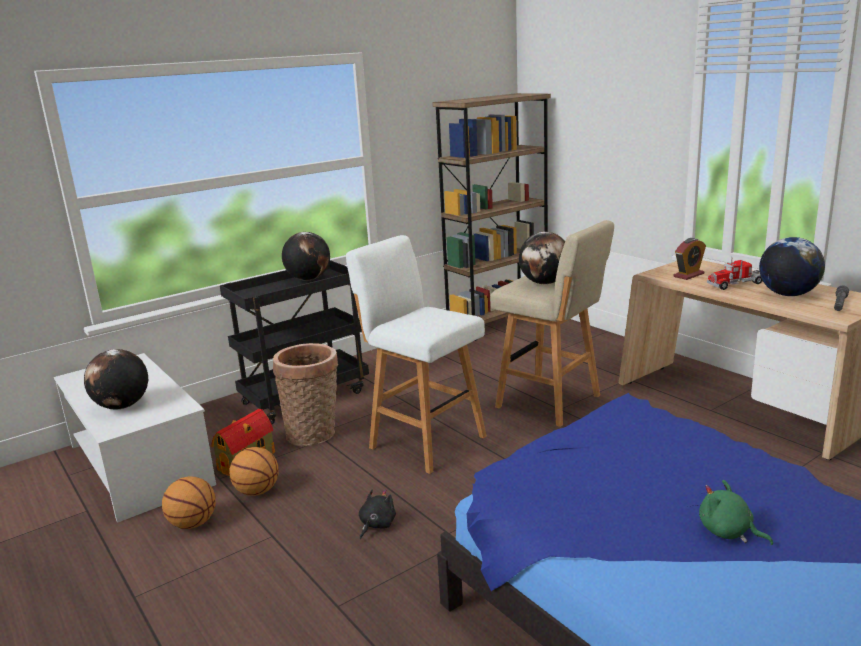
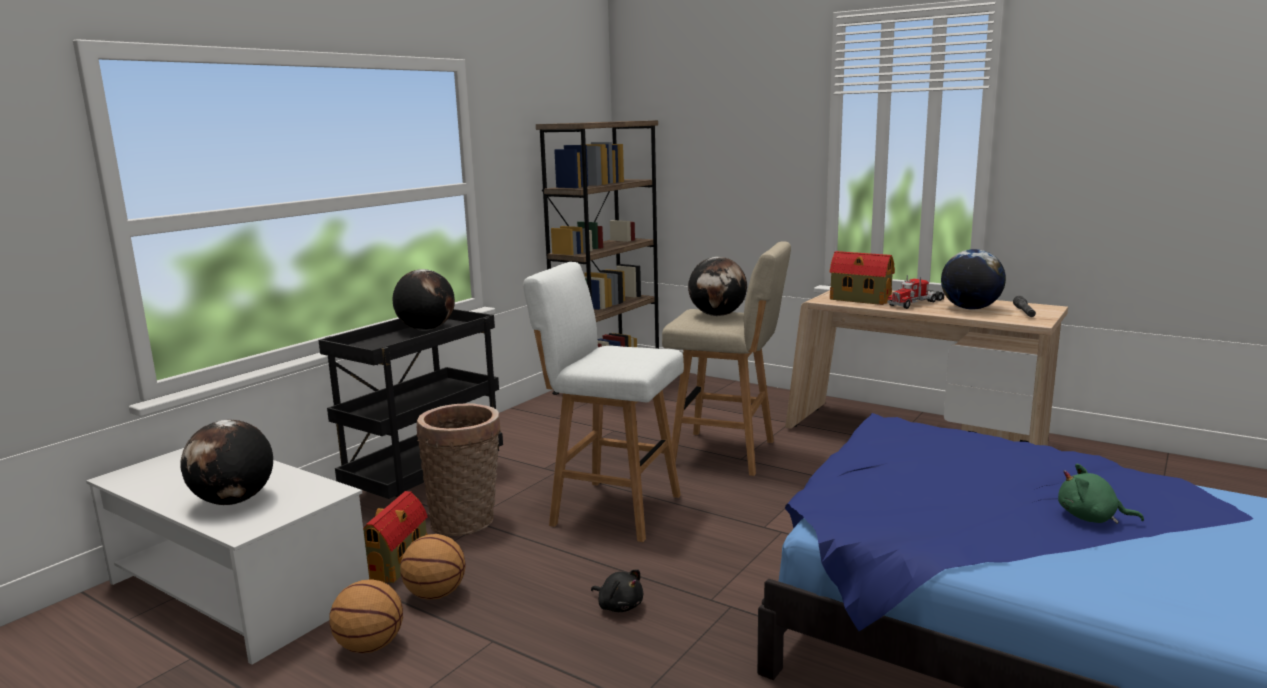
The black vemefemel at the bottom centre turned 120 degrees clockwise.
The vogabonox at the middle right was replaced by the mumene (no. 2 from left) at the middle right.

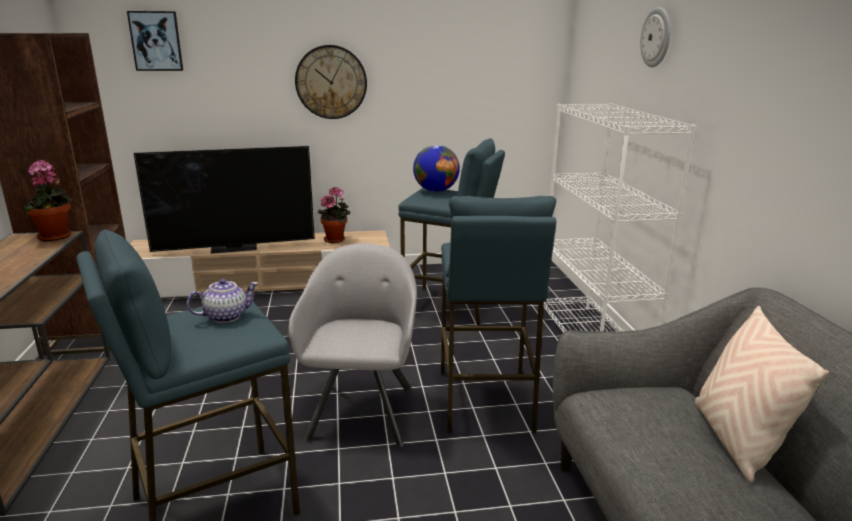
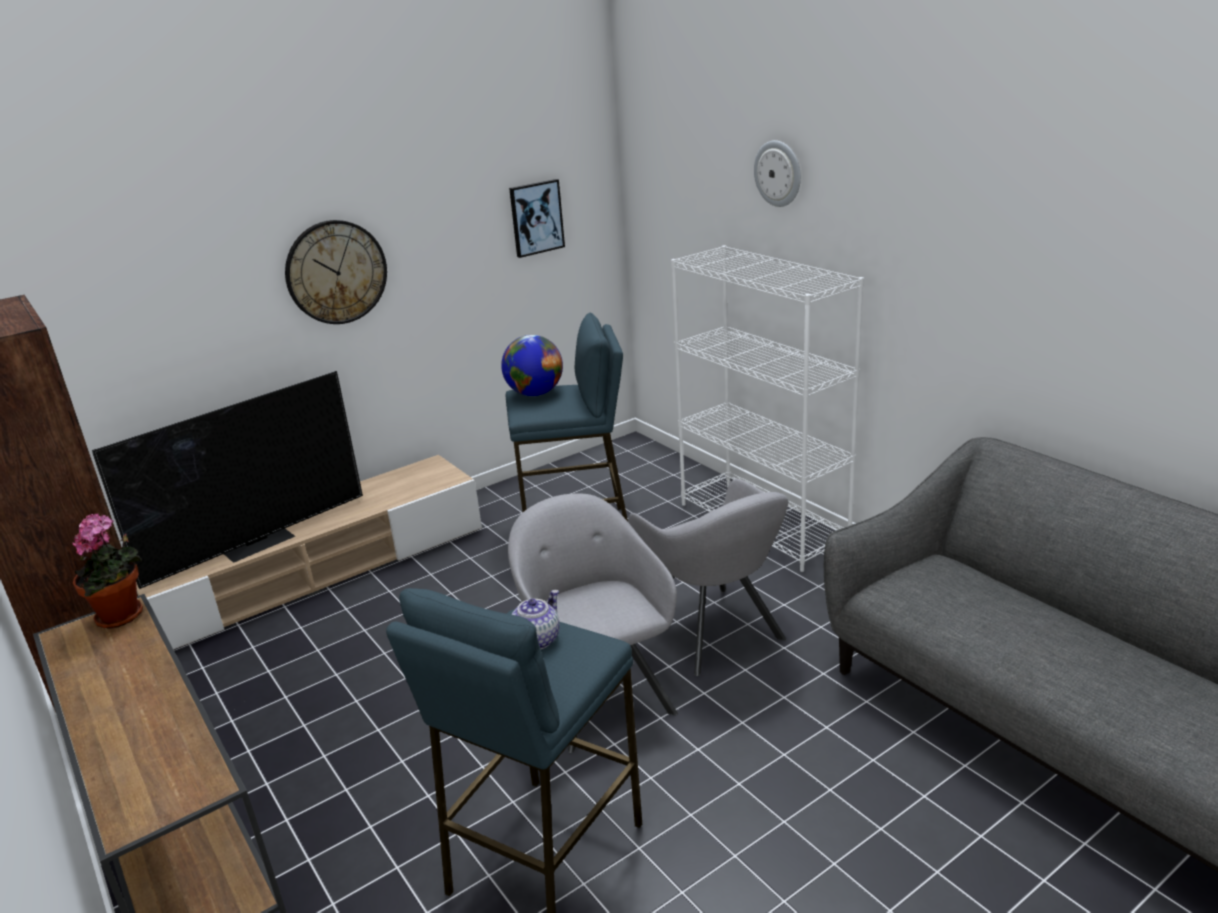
The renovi moved from the top left to the top centre.
The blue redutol (no. 3 from left) at the centre was replaced by the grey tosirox (no. 2 from left) at the centre.
The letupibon (no. 2 from left) at the centre disappeared.
The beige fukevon at the bottom right disappeared.

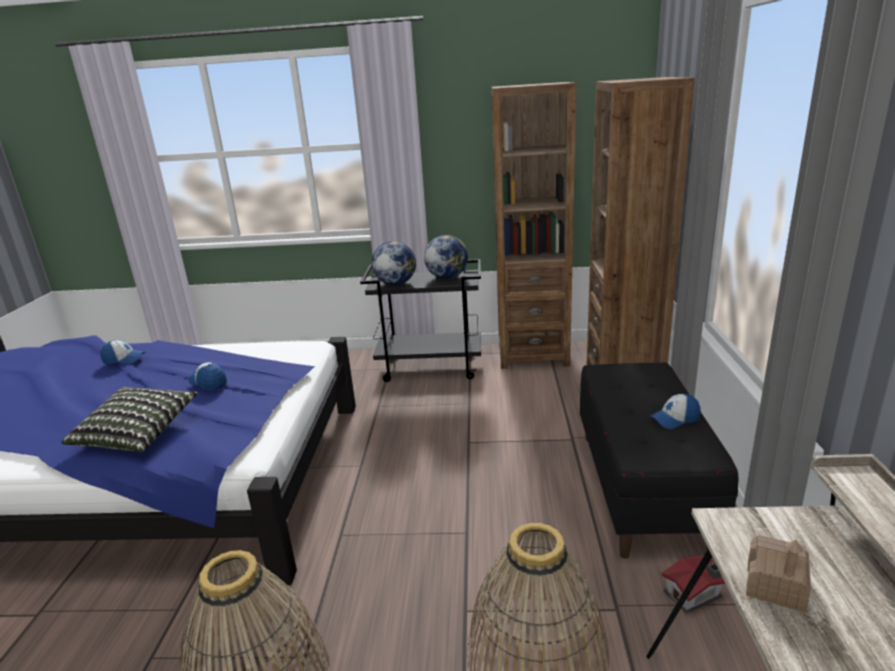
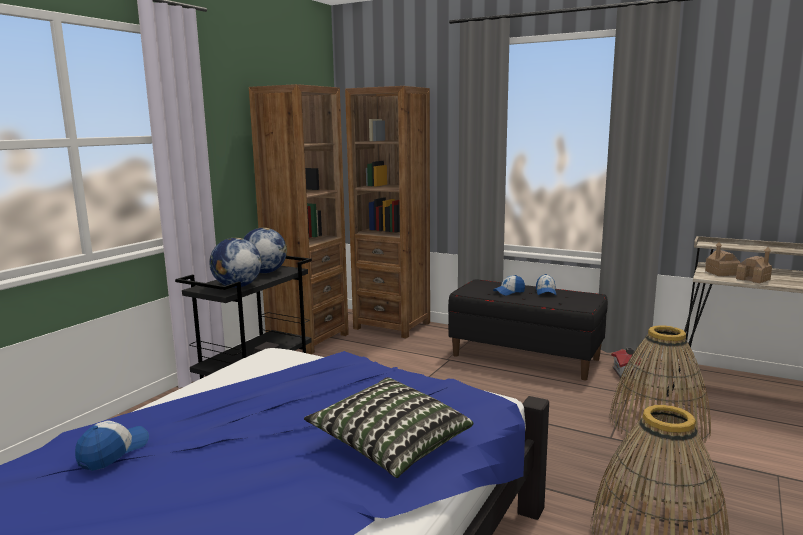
The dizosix (no. 2 from left) moved from the middle left to the centre.
The mumene (no. 2 from left) at the middle right appeared.

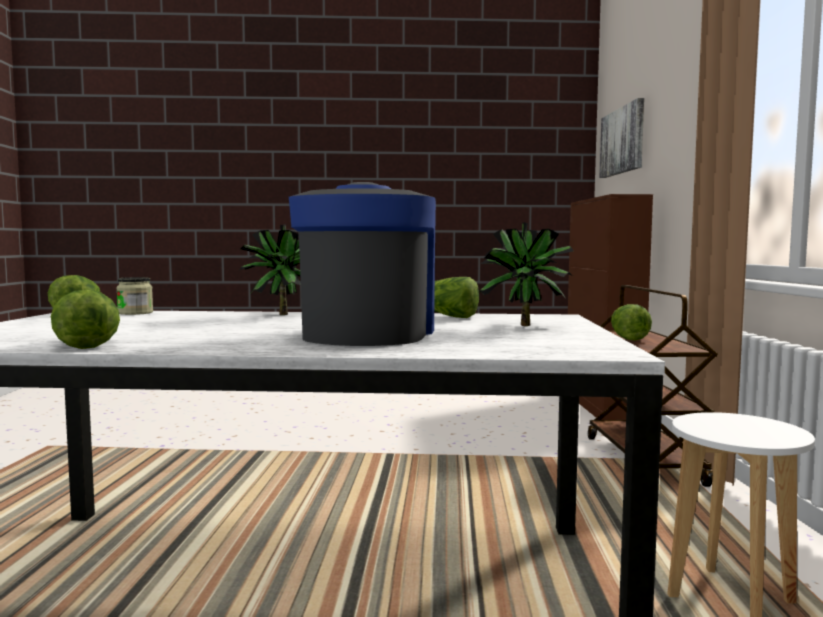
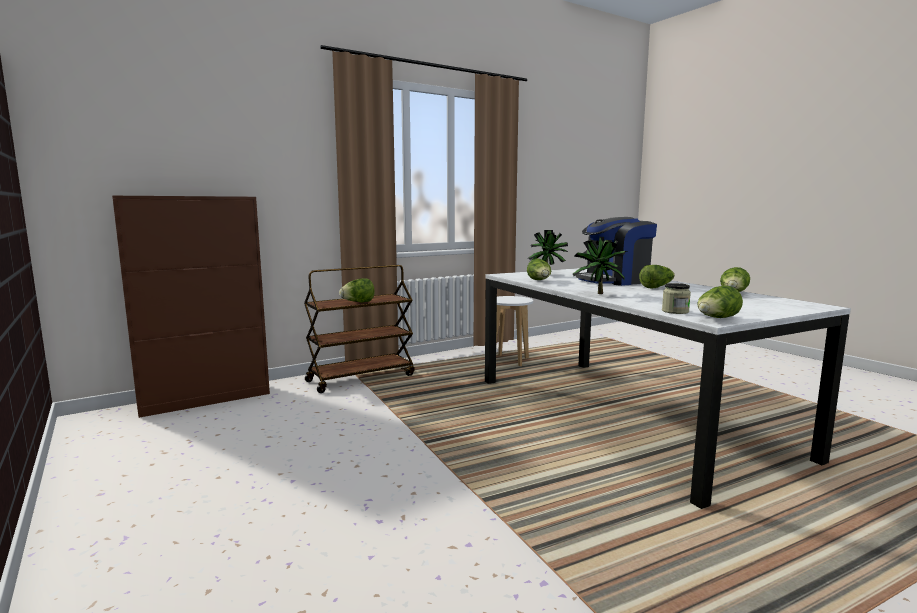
The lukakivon (no. 3 from left) at the middle right appeared.
The renovi at the top right disappeared.

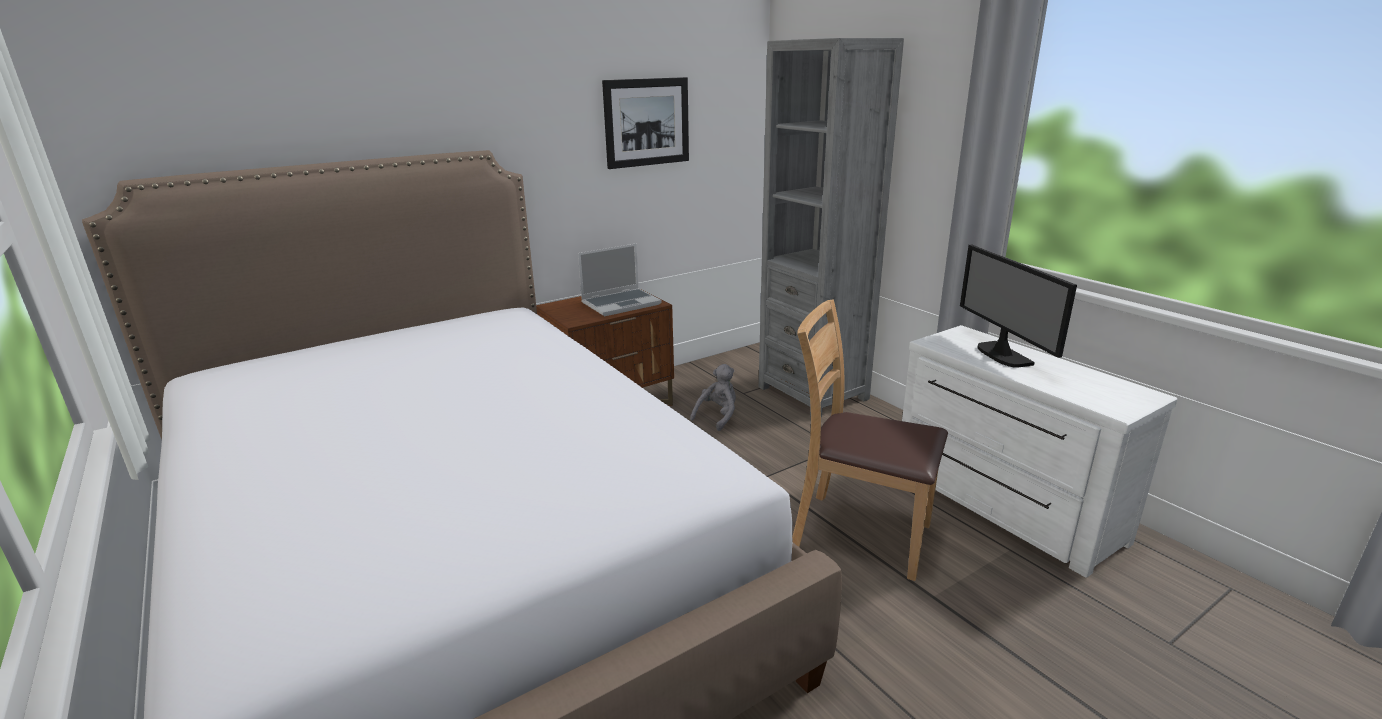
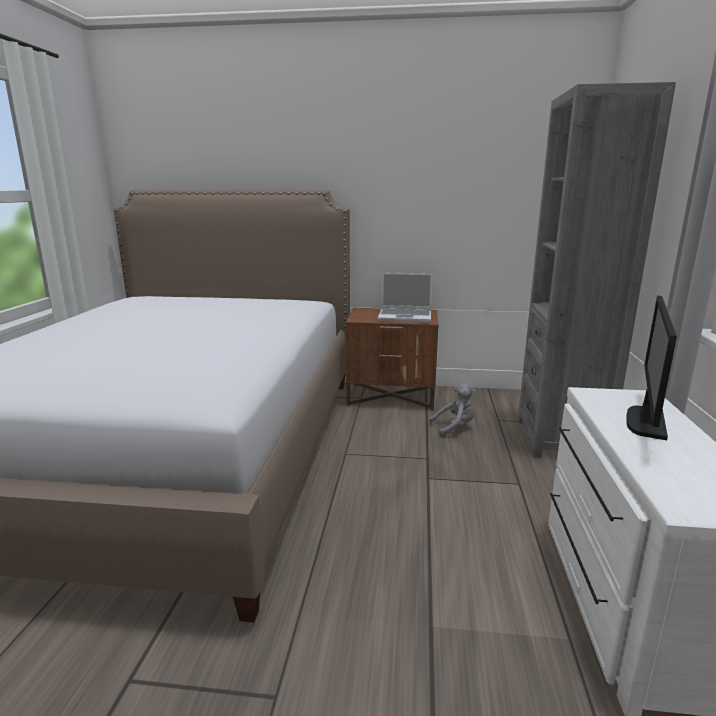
The renovi at the top centre disappeared.
The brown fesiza at the centre disappeared.

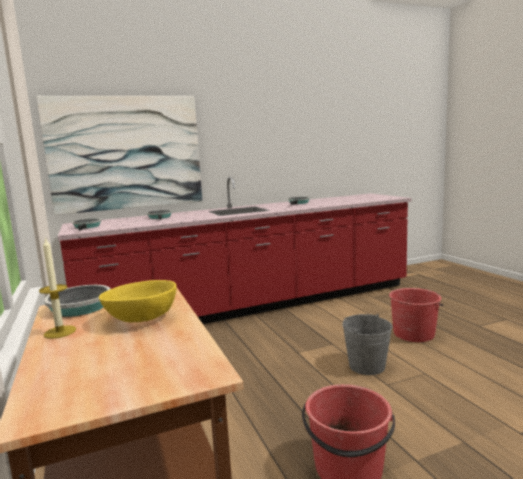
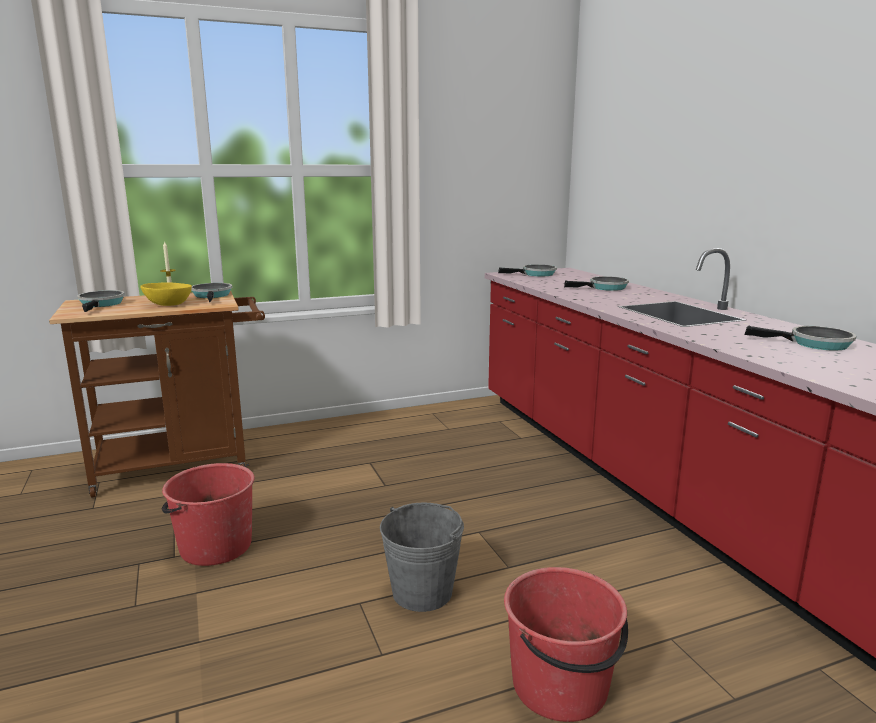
The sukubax (no. 1 from left) at the middle left appeared.
The renovi at the top left disappeared.

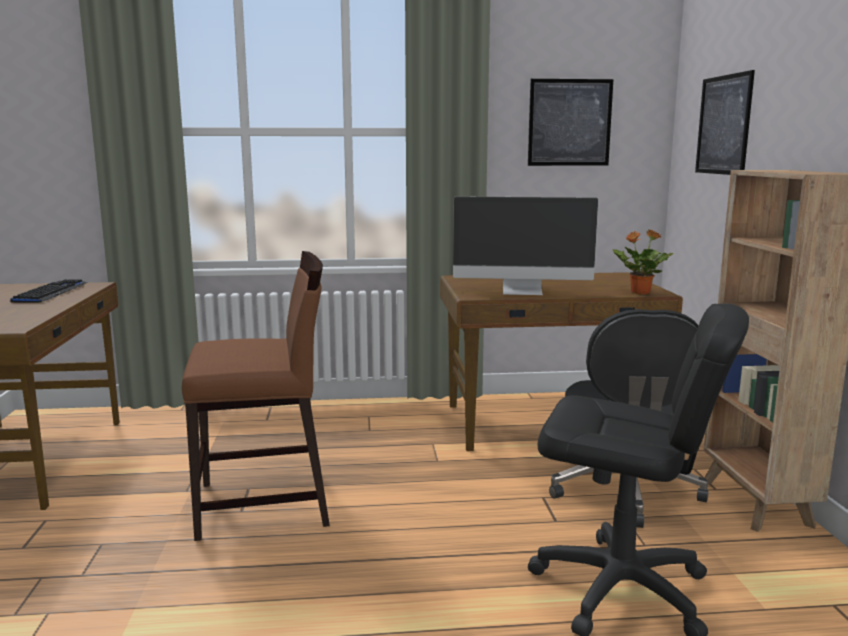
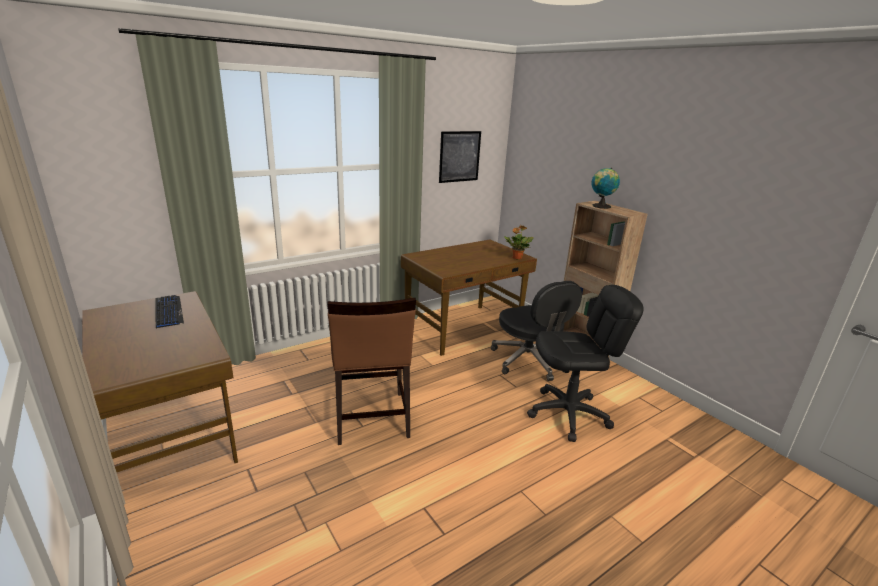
The brown fesiza at the middle left turned 120 degrees clockwise.
The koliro at the top right appeared.
The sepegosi at the centre disappeared.
The renovi (no. 2 from left) at the top right disappeared.

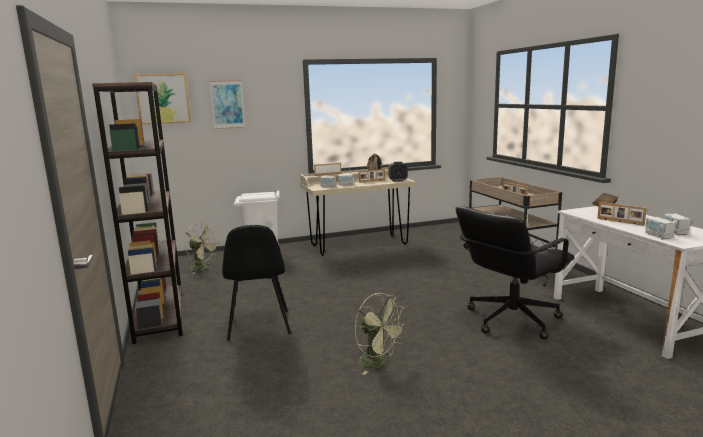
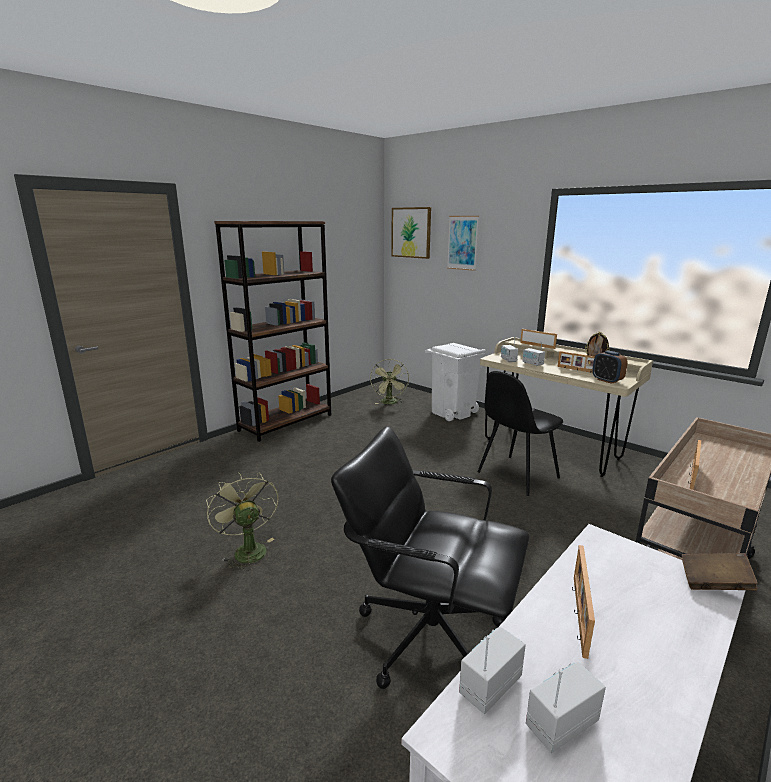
The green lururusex (no. 2 from left in the first image) at the bottom centre turned 135 degrees clockwise.
The black fesiza moved from the centre to the middle right.

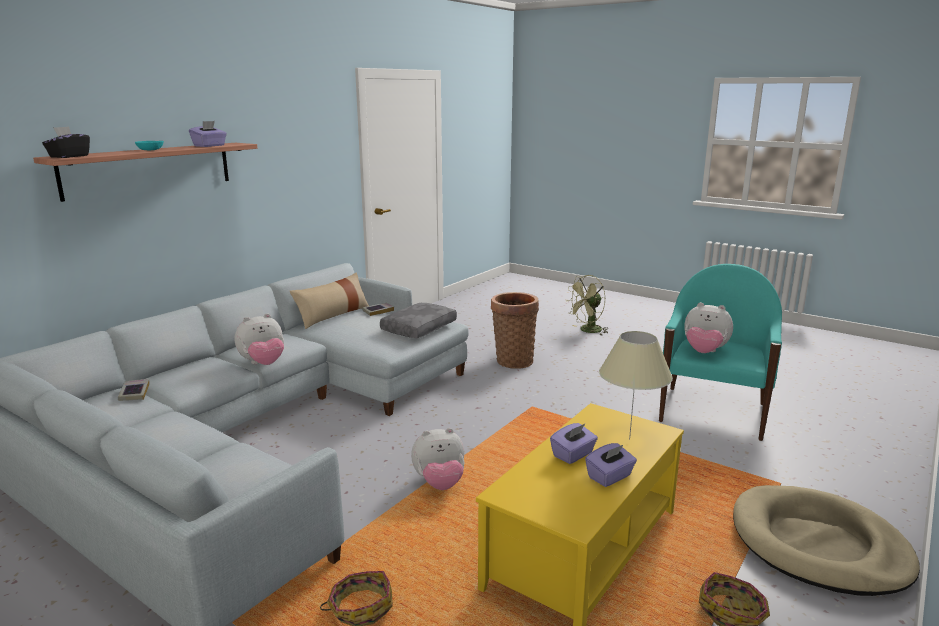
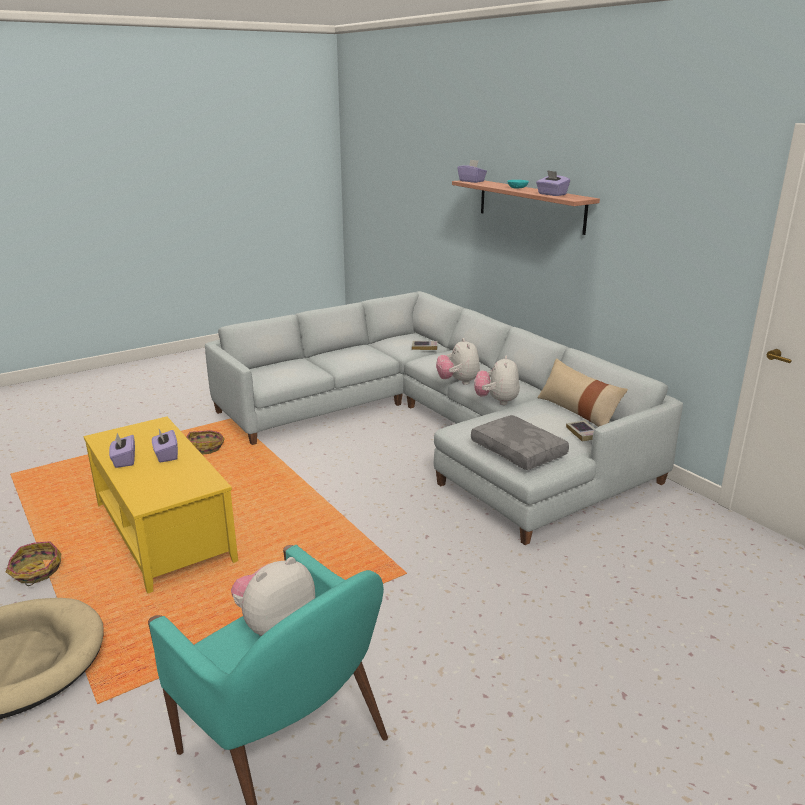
The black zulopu at the top left became the purple zulopu (no. 3 from left) at the top centre.
The vemefemel (no. 2 from left in the first image) moved from the bottom centre to the centre.
The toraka (no. 2 from left) at the centre disappeared.
The green lururusex at the centre disappeared.
The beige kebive at the middle right disappeared.

